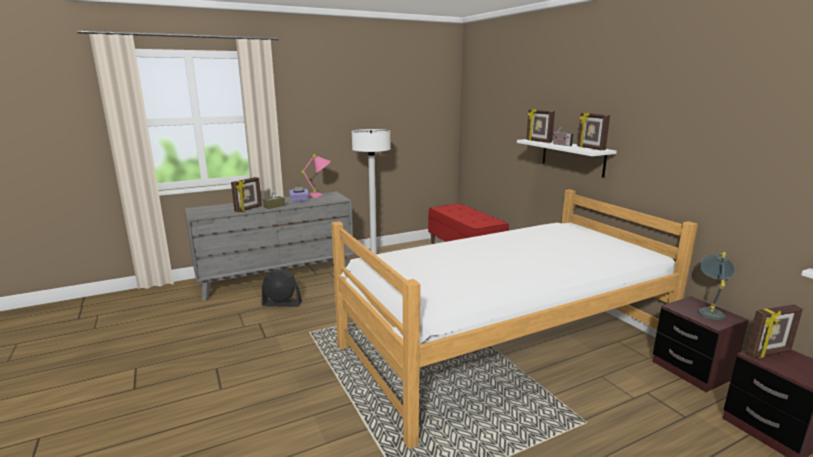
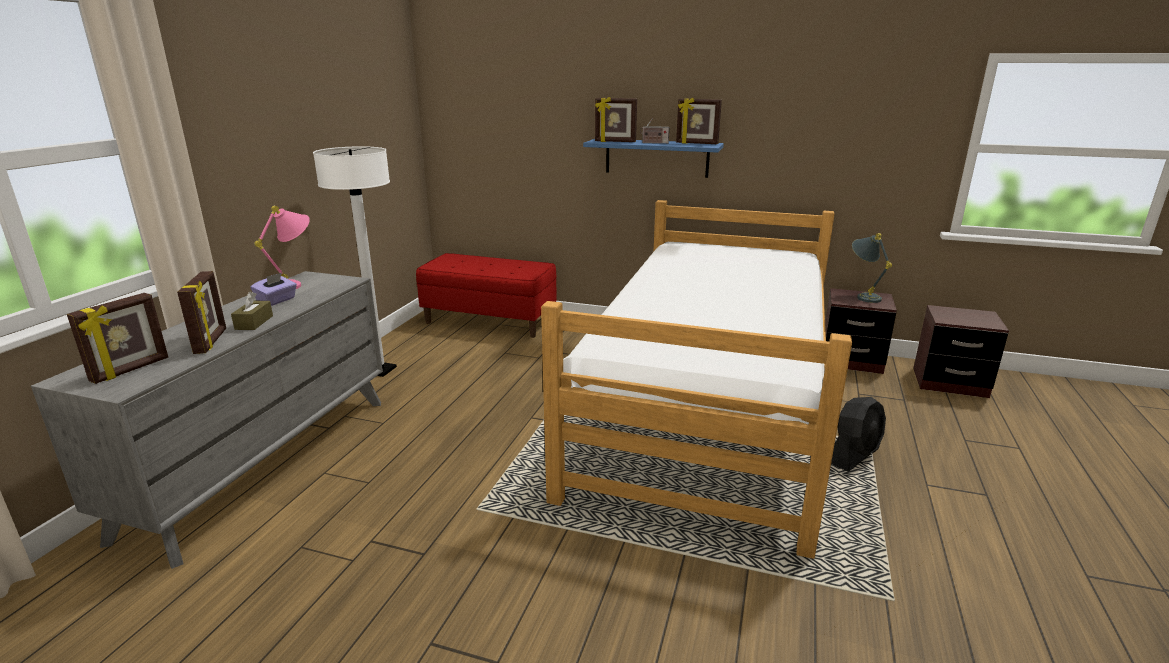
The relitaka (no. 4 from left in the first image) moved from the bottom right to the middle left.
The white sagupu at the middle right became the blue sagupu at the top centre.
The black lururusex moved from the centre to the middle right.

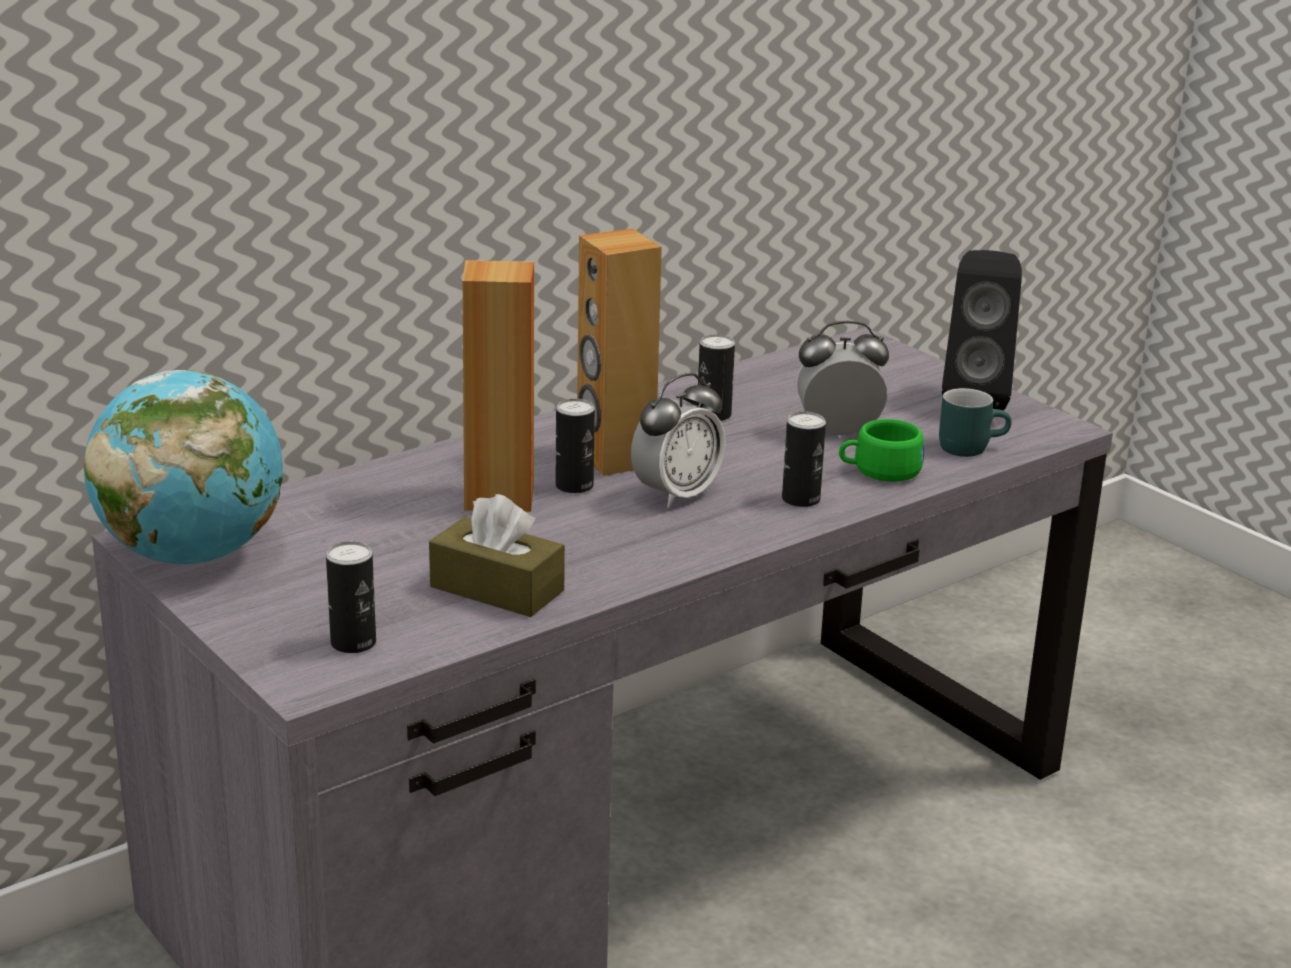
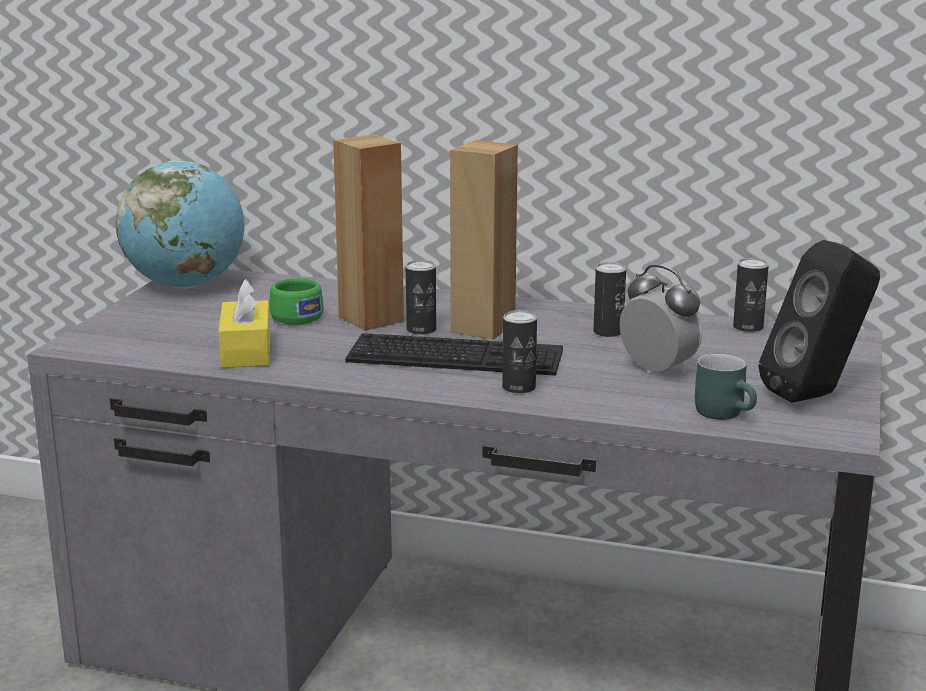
The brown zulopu at the centre became the yellow zulopu at the middle left.
The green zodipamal moved from the middle right to the middle left.
The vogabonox (no. 1 from left) at the centre was replaced by the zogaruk at the centre.
The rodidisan (no. 1 from left in the first image) moved from the middle left to the middle right.

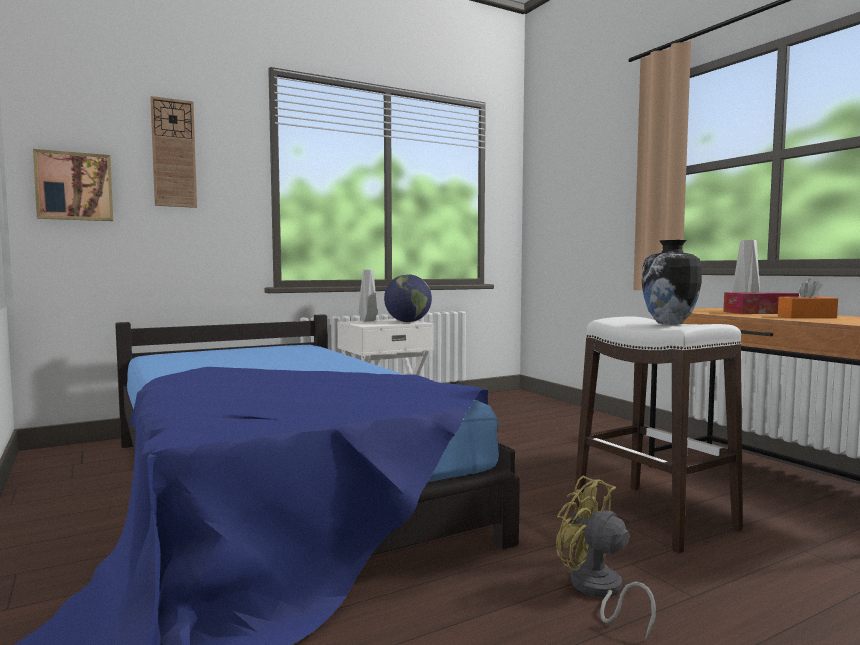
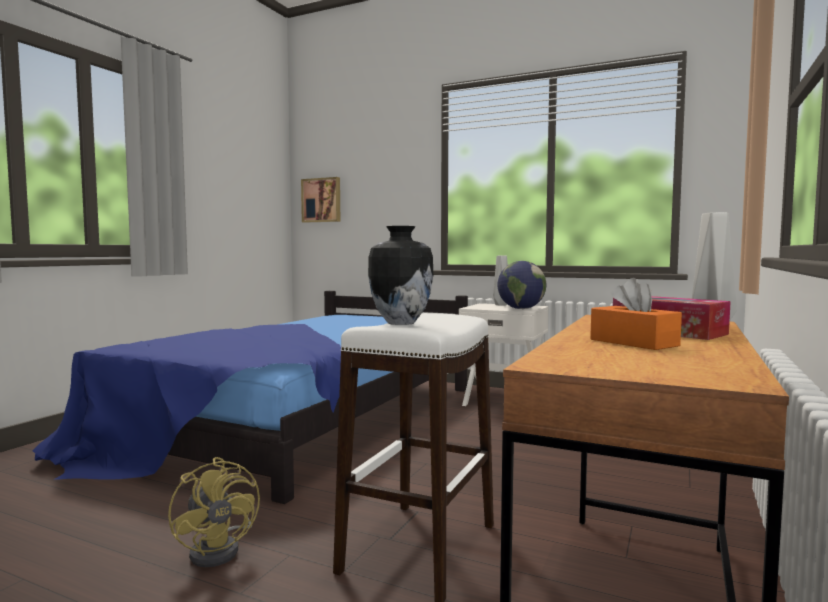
The yellow lururusex at the bottom right turned 135 degrees clockwise.
The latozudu at the top left disappeared.

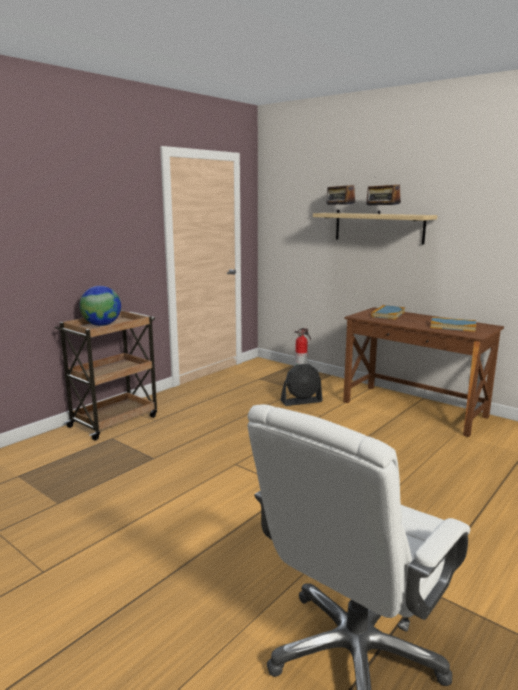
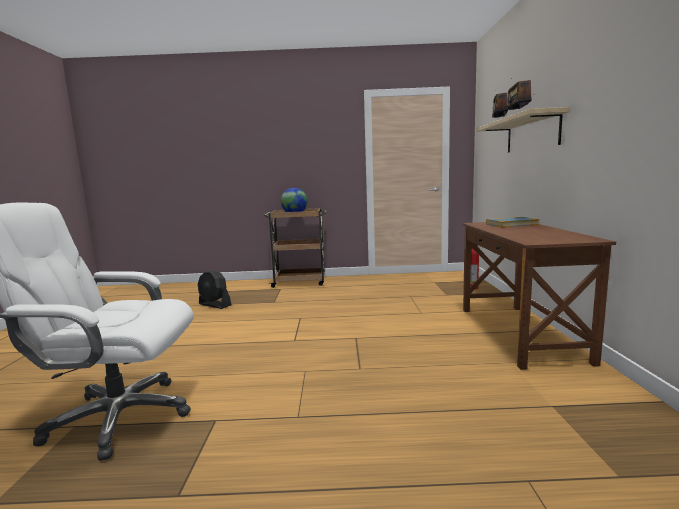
The black lururusex moved from the centre to the middle left.
The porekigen (no. 2 from left) at the middle right disappeared.

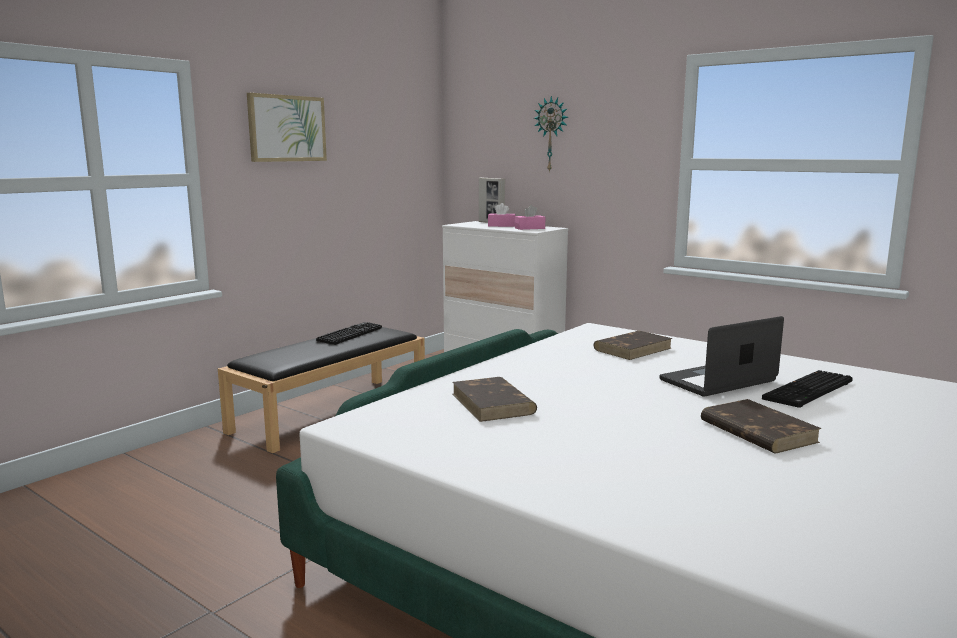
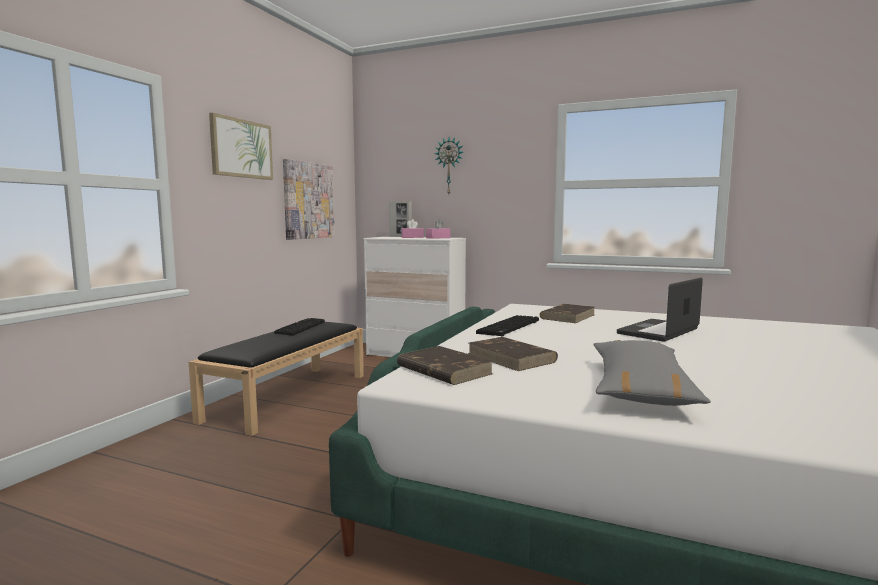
The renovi (no. 2 from left) at the centre appeared.
The brown porekigen (no. 3 from left in the first image) moved from the bottom right to the centre.
The zogaruk (no. 2 from left) moved from the middle right to the centre.
The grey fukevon at the middle right appeared.

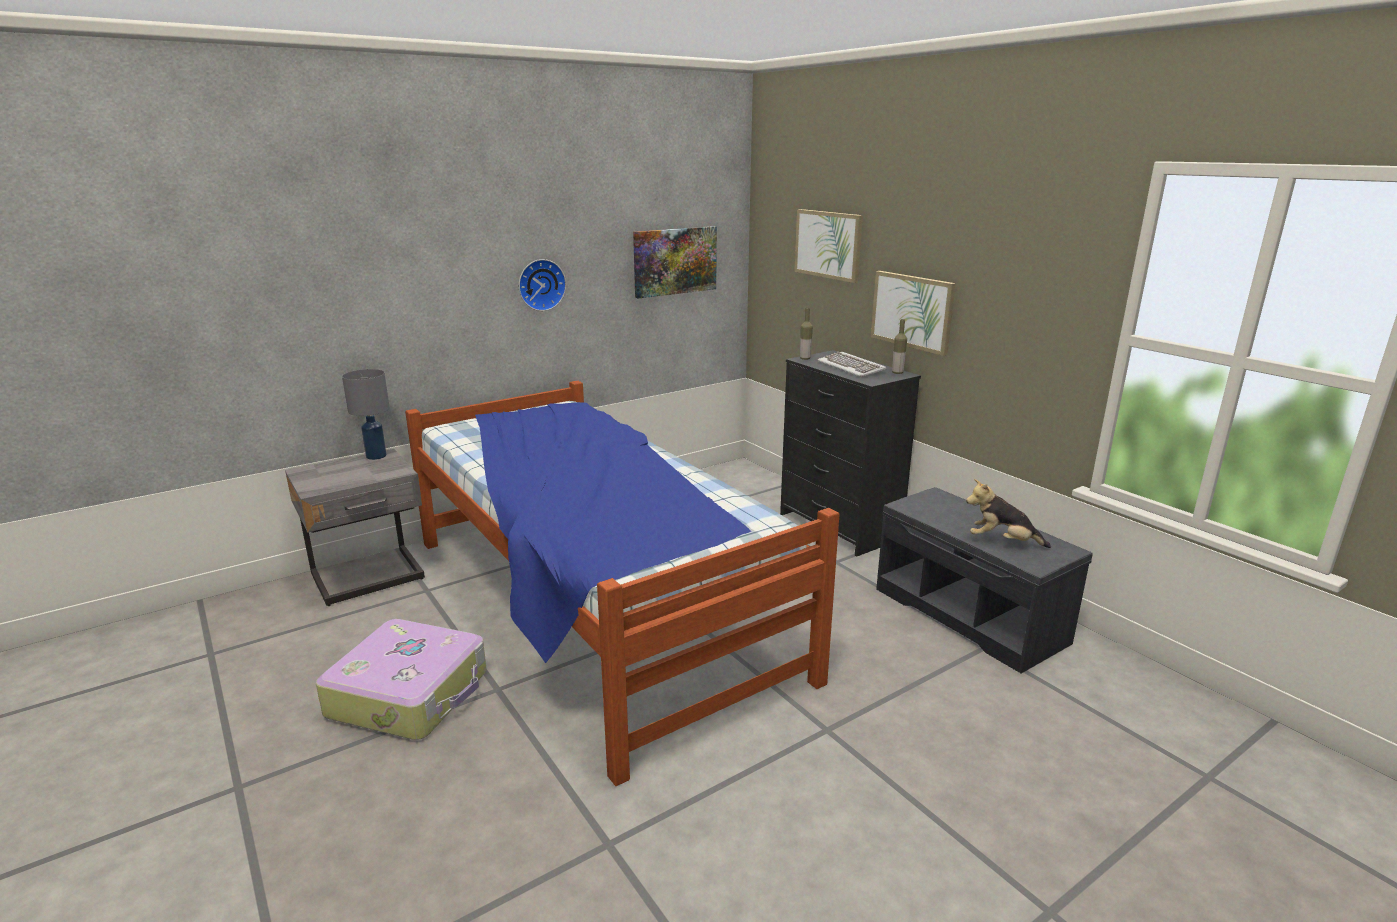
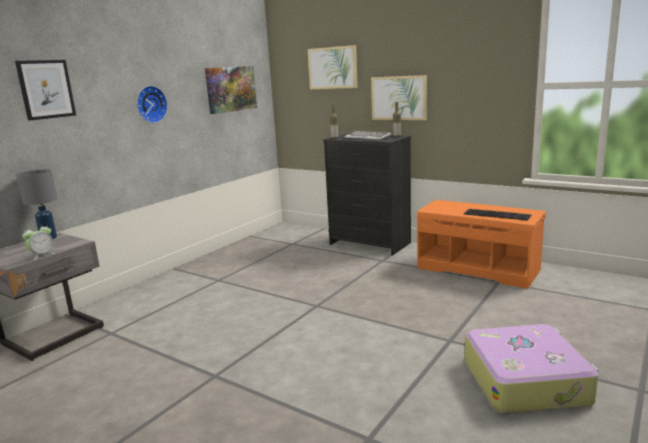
The renovi (no. 1 from left) at the top left appeared.
The vogabonox at the middle left appeared.
The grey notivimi at the middle right became the orange notivimi at the middle right.
The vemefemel at the middle right was replaced by the zogaruk (no. 2 from left) at the middle right.
The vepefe moved from the bottom left to the bottom right.
The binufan at the centre disappeared.

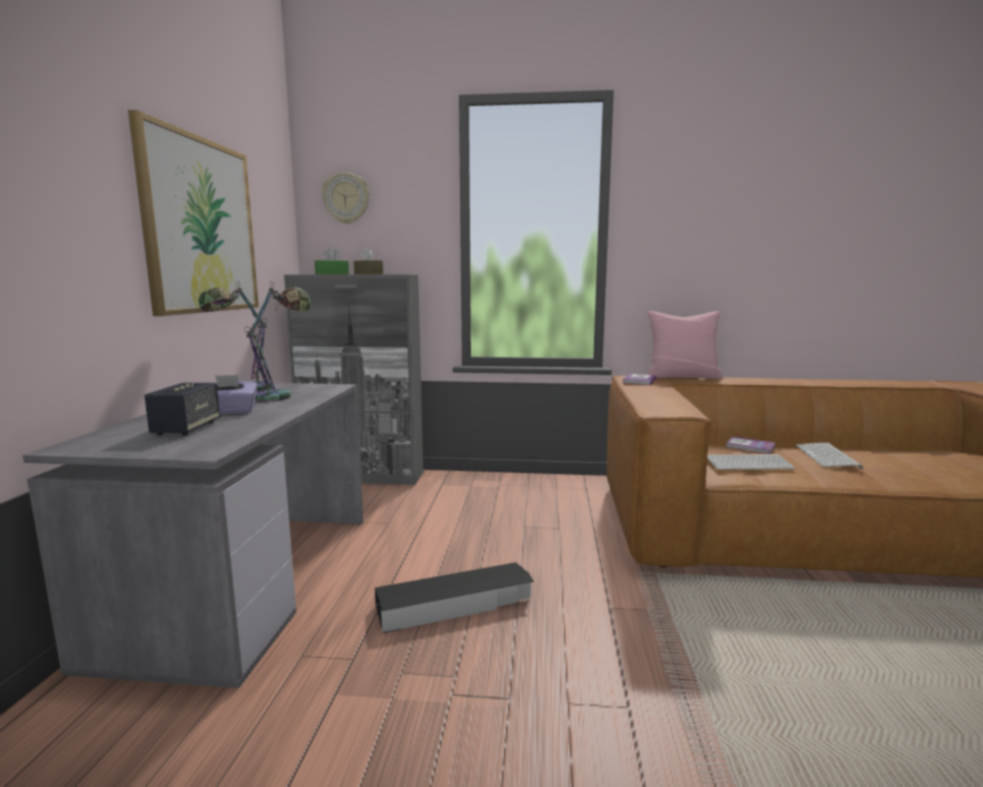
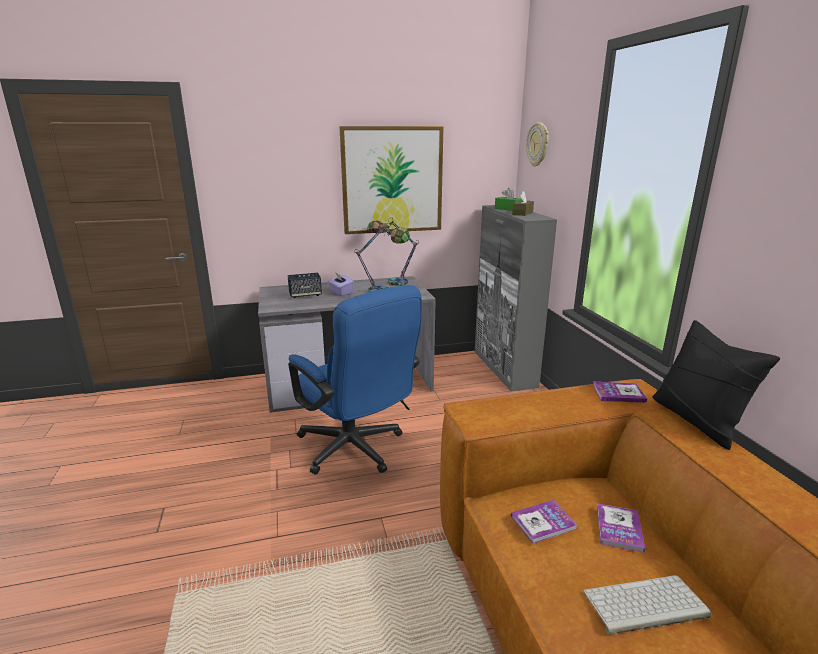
The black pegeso at the bottom centre was replaced by the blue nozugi at the centre.
The zogaruk (no. 1 from left) at the middle right was replaced by the porekigen (no. 1 from left) at the bottom centre.
The pink fukevon at the middle right became the black fukevon at the middle right.

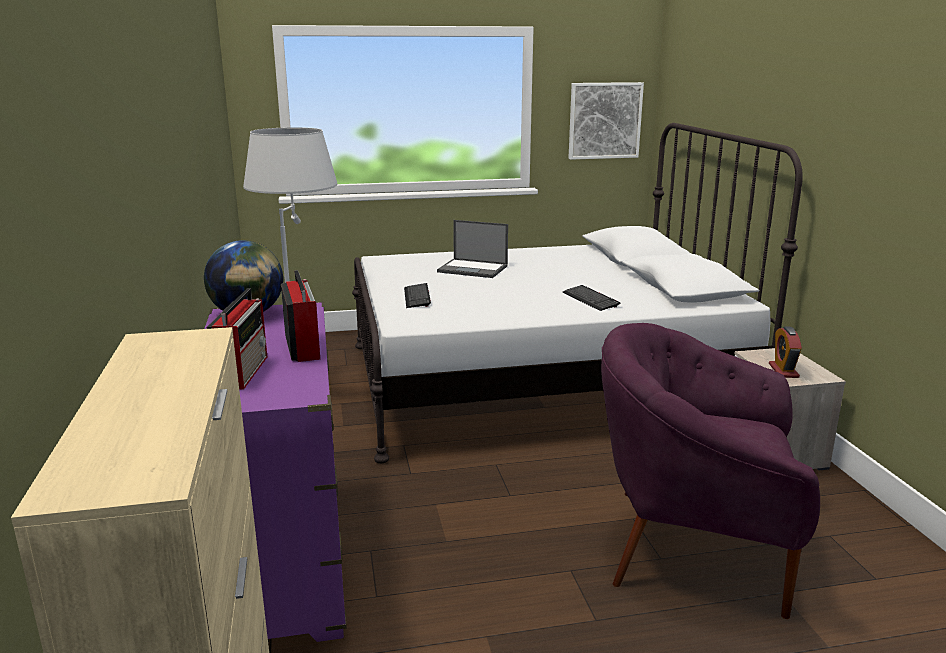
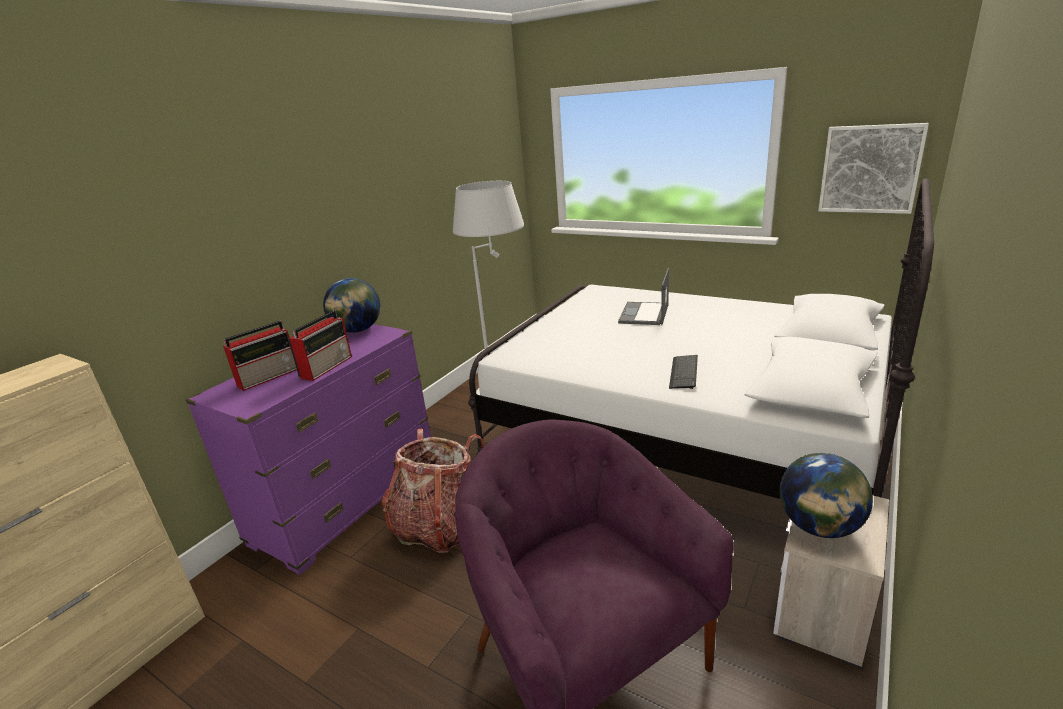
The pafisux at the bottom centre appeared.
The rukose at the centre turned 45 degrees clockwise.
The vogabonox at the middle right was replaced by the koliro (no. 2 from left) at the bottom right.
The zogaruk (no. 1 from left) at the centre disappeared.

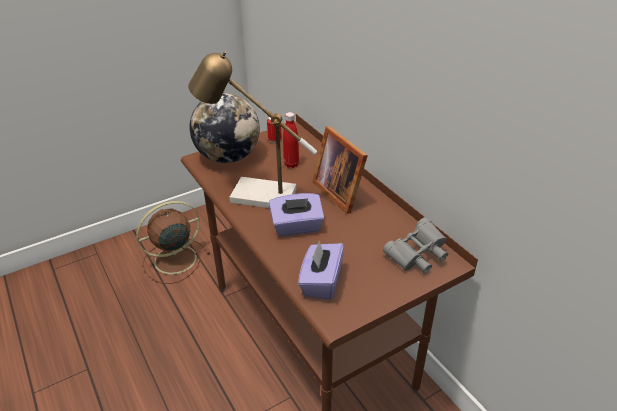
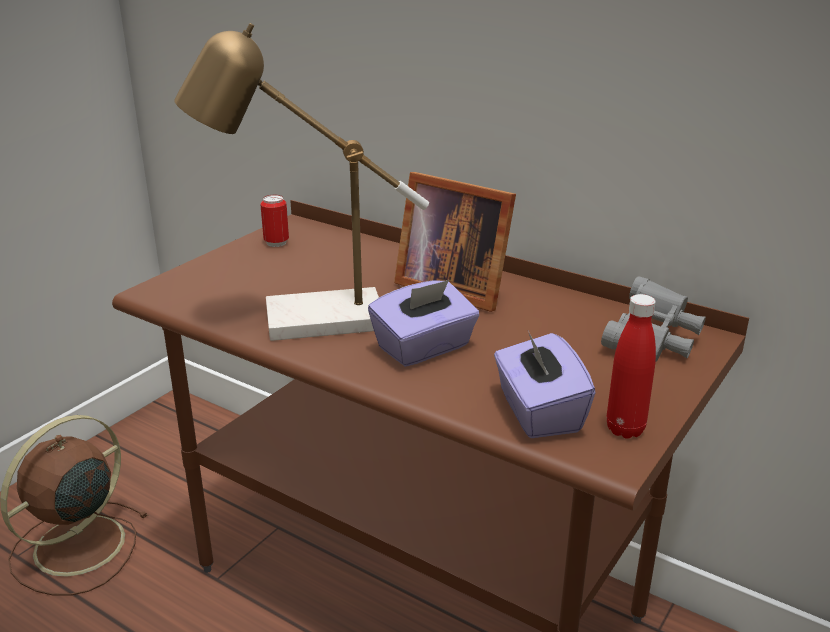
The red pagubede moved from the centre to the middle right.
The koliro at the top centre disappeared.

